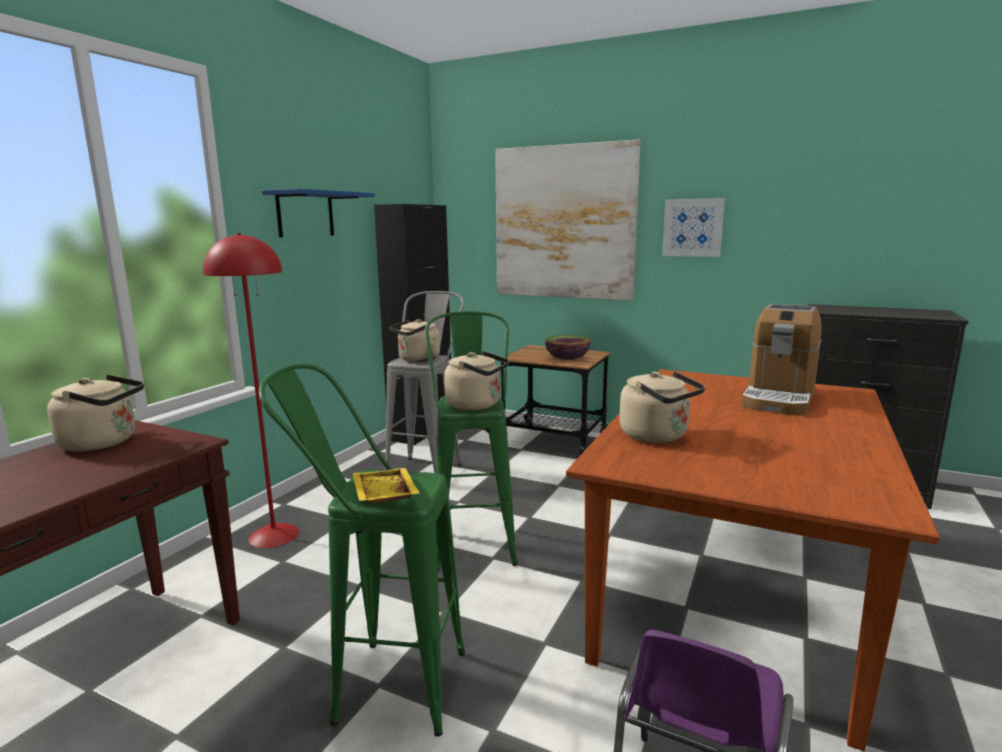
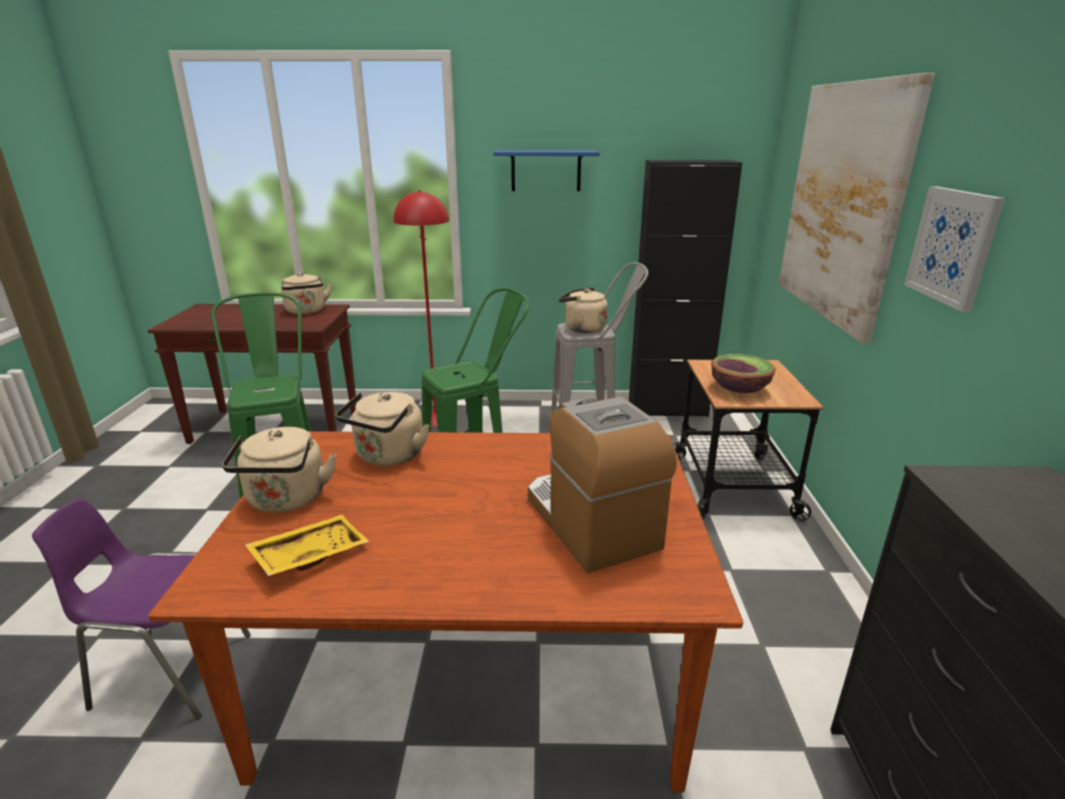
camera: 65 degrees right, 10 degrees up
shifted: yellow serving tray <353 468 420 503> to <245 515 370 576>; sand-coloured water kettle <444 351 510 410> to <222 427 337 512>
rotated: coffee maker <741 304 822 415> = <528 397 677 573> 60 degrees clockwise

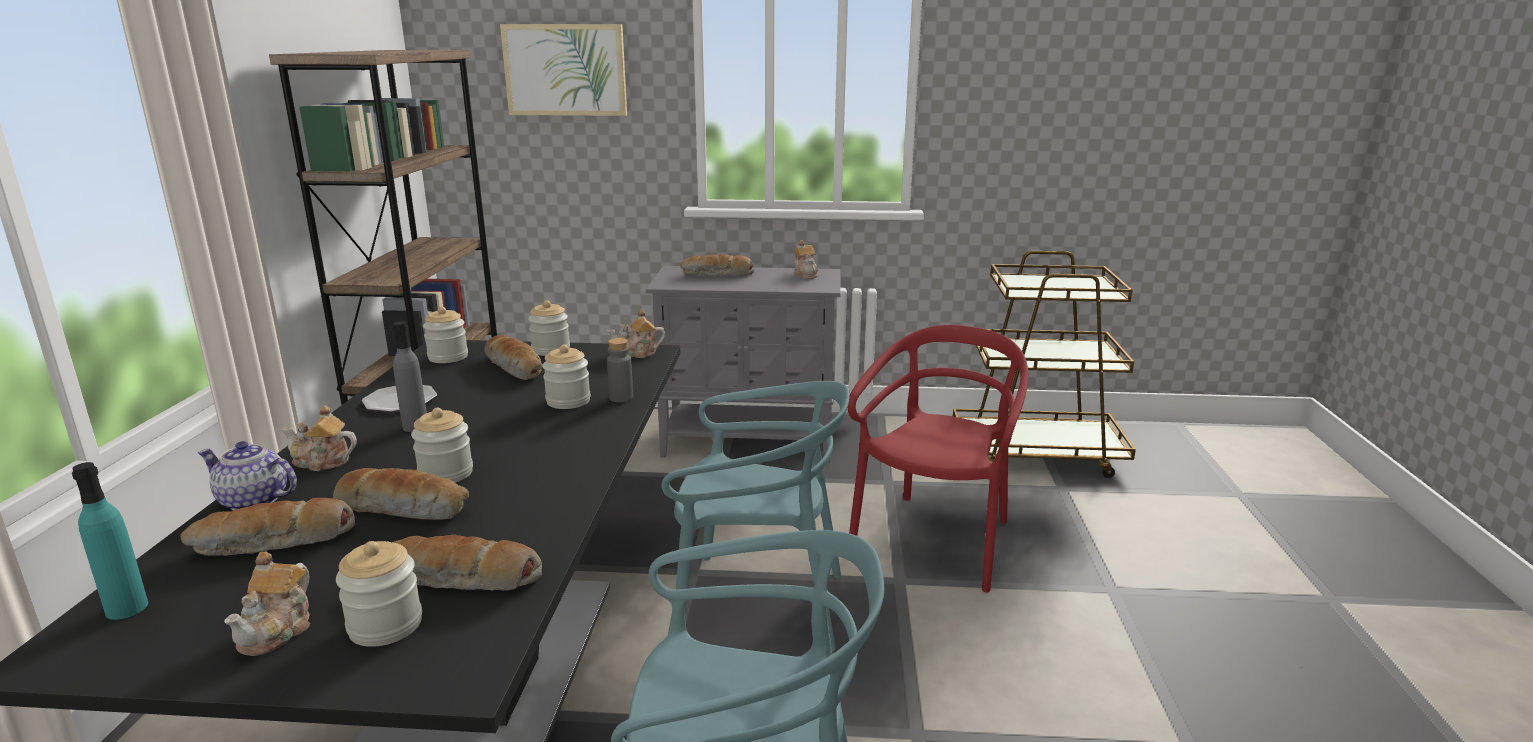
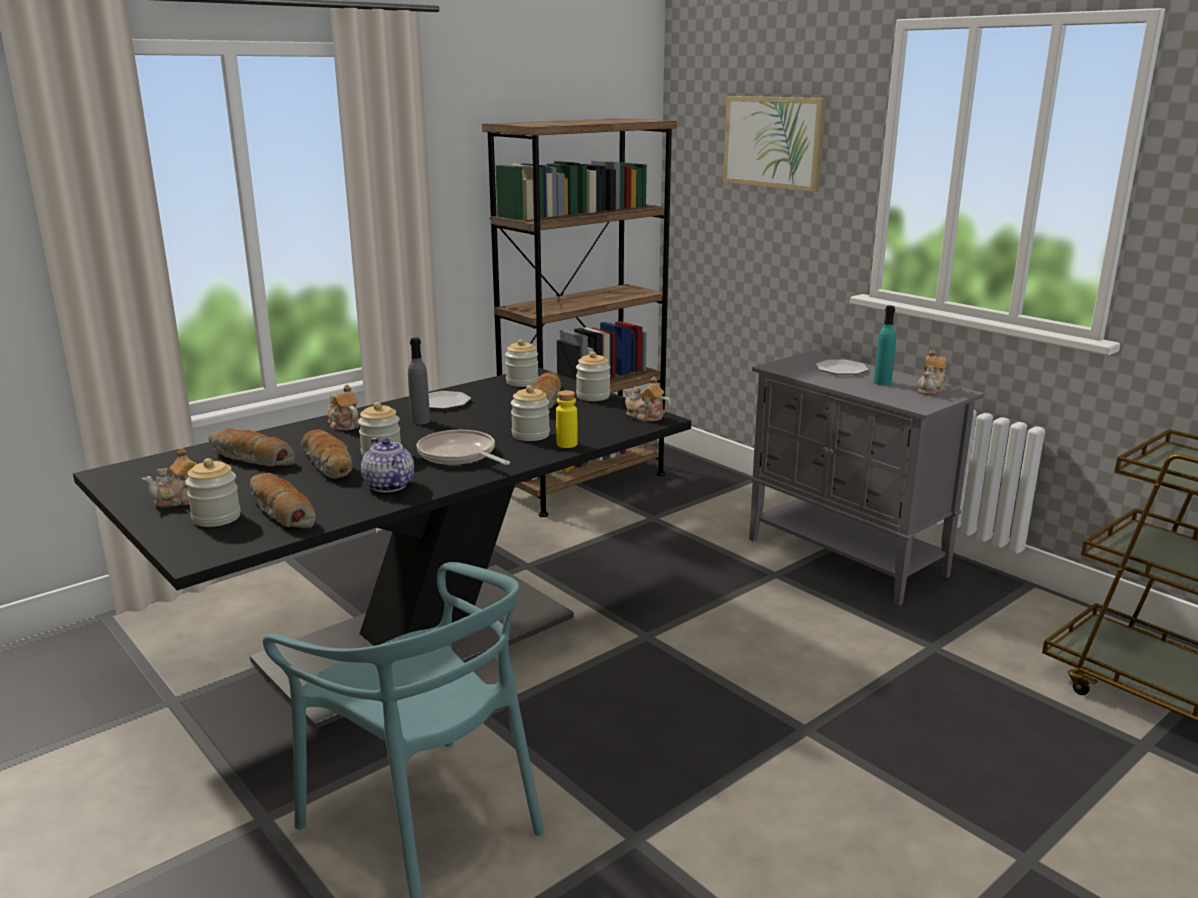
camera: 45 degrees right, 0 degrees up
gone: turquoise-coloured plain chair <662 381 850 651>; red plain chair <848 325 1028 593>
new: skillet <416 430 510 465>
shifted: turquoise-coloured bottle <72 462 148 620> to <874 305 896 385>; teapot <197 441 297 510> to <361 438 414 492>
swapped: baked bread <680 254 754 276> to plate <816 360 868 375>
repainted: gray bottle <607 338 633 402> to yellow bottle <556 390 578 448>

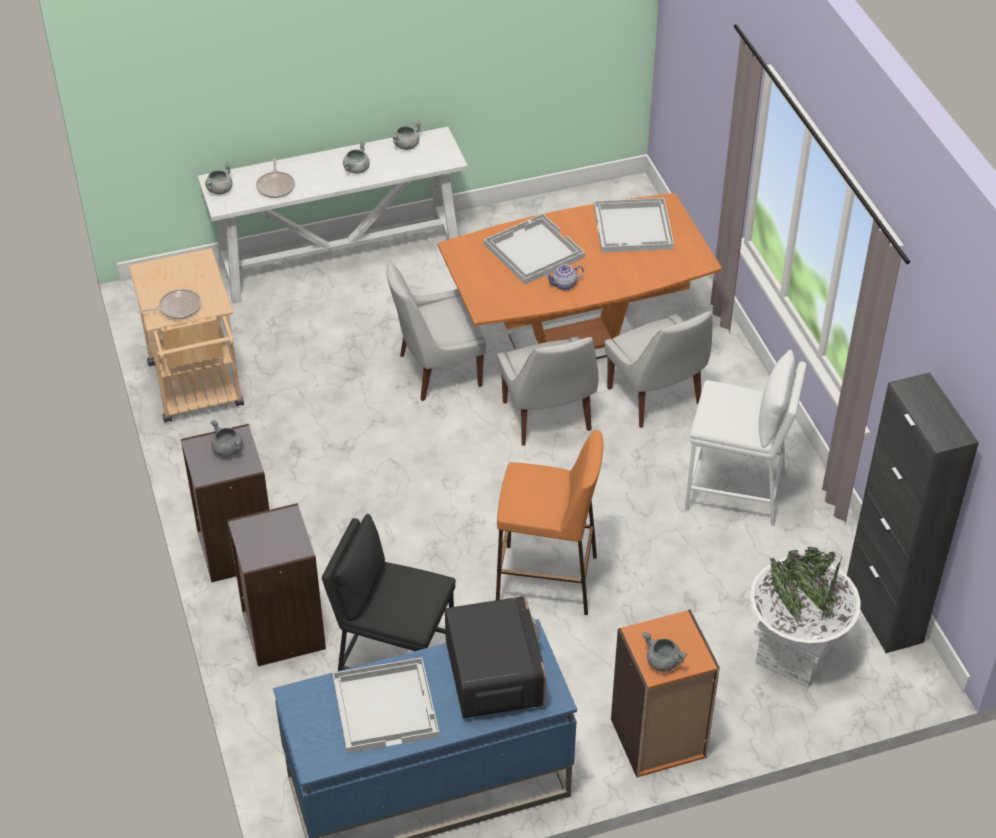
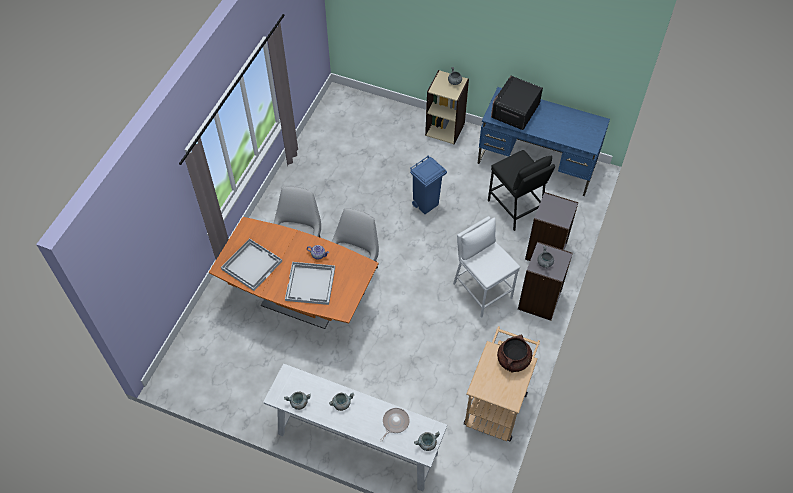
camera: 140 degrees left, 10 degrees up
gone: white-coloured serving tray <333 657 439 753>; white-coloured plain chair <386 262 486 401>; white-coloured planter <750 547 861 689>; black-coloured cabinet <847 372 979 653>
shifted: white-coloured sitting stool <685 350 807 526> to <453 216 520 318>
swapped: skillet <138 289 201 319> to brownish cooking pot <497 335 532 372>; orange-coloured sitting stool <496 430 604 615> to blue-coloured trash can <410 156 447 214>
repainted: orange-coloured bookshelf <611 609 720 778> to sand-coloured bookshelf <425 70 469 145>

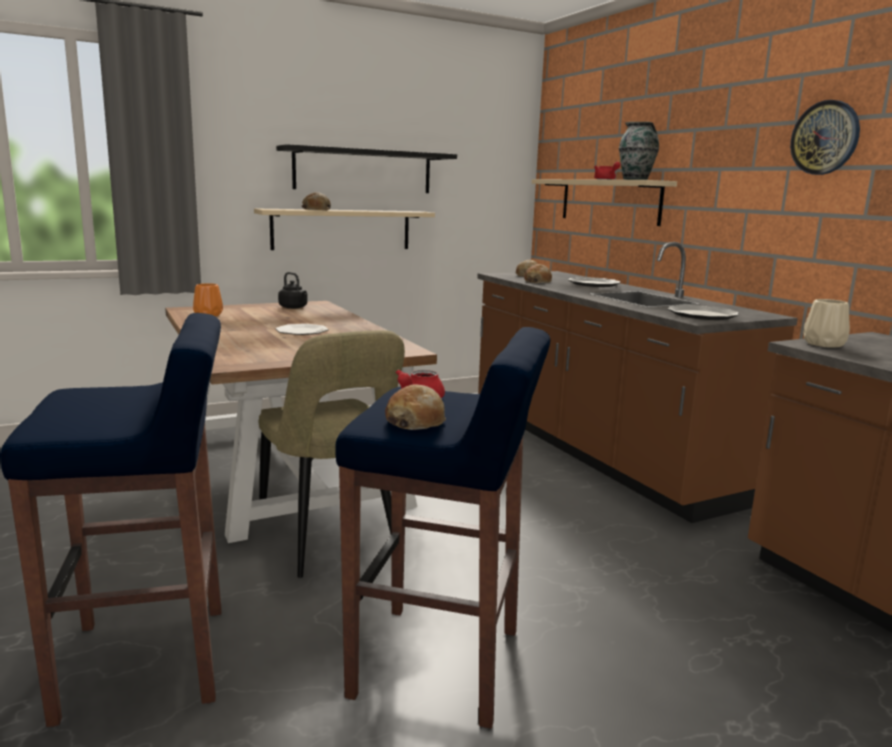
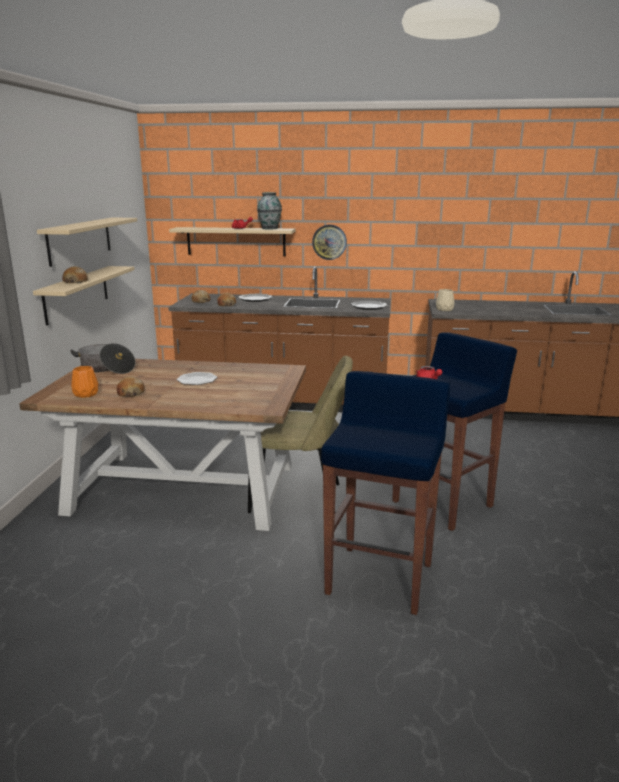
camera: 55 degrees left, 5 degrees up
shifted: baked bread <385 385 446 430> to <117 376 145 397>; clock on the wall <790 100 860 175> to <312 225 347 260>
swapped: black-coloured water kettle <278 272 308 309> to cooking pot <70 343 136 374>
repainted: black-coloured bracket shelf <276 144 457 193> to sand-coloured bracket shelf <37 218 137 267>

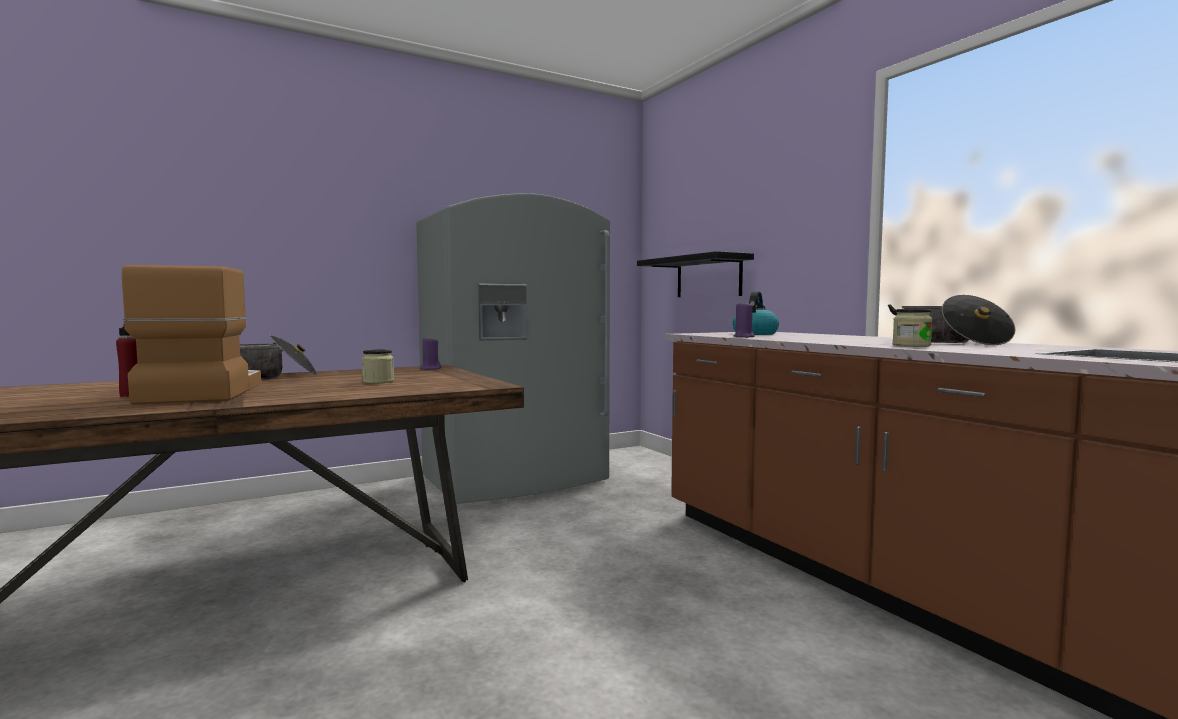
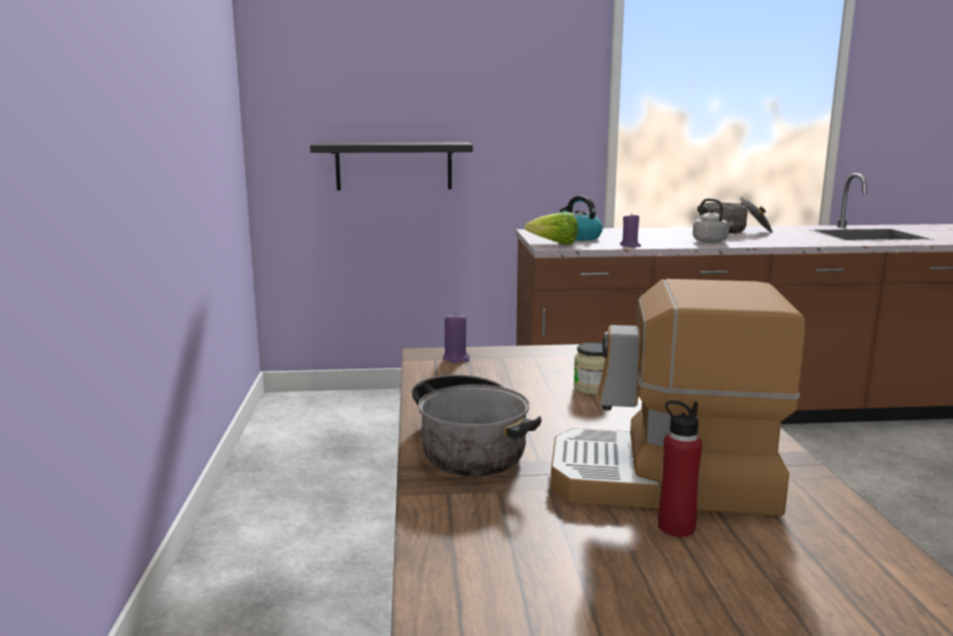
camera: 65 degrees left, 10 degrees up
gone: gray fridge <416 193 610 504>; storage jar <892 309 933 347>
new: head of lettuce <525 212 578 245>; gray water kettle <693 198 733 243>

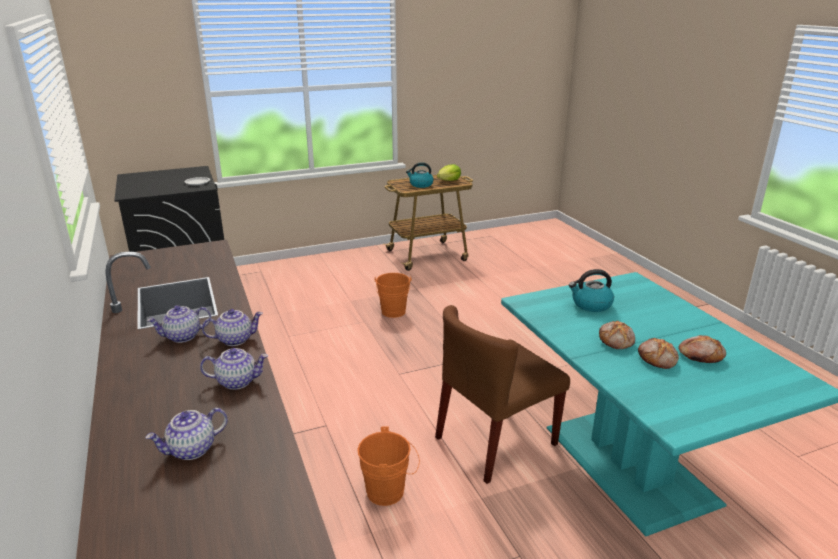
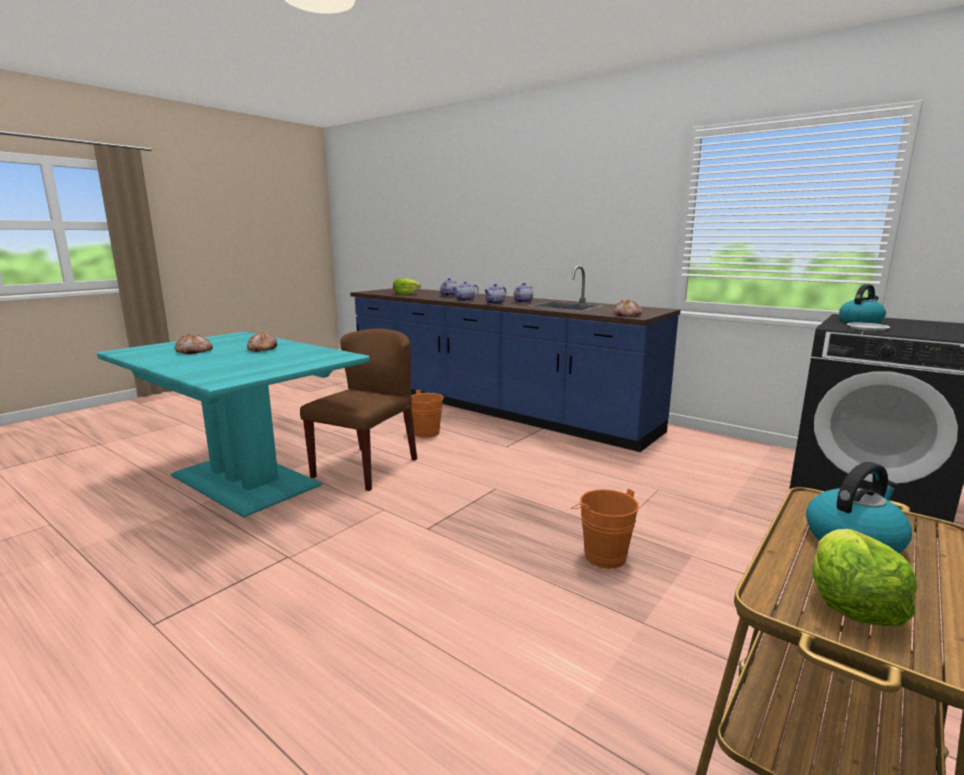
camera: 150 degrees right, 10 degrees down
new: head of lettuce <393 278 421 295>
shifted: water kettle <569 269 614 312> to <839 284 886 324>; baked bread <638 338 679 369> to <614 300 643 317>

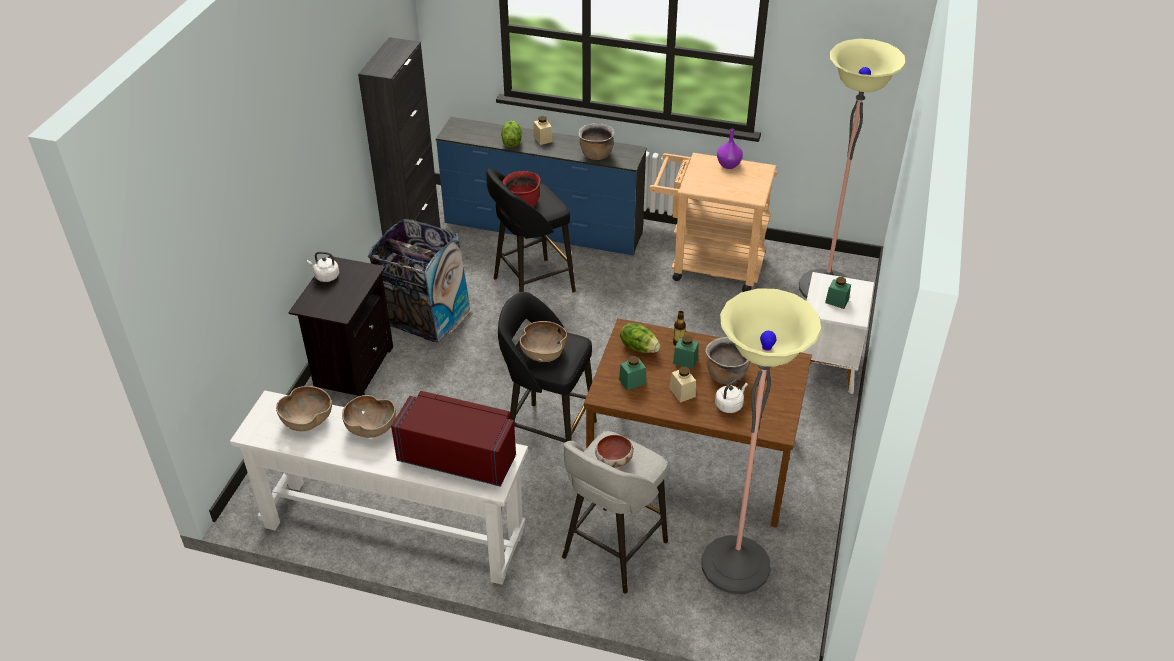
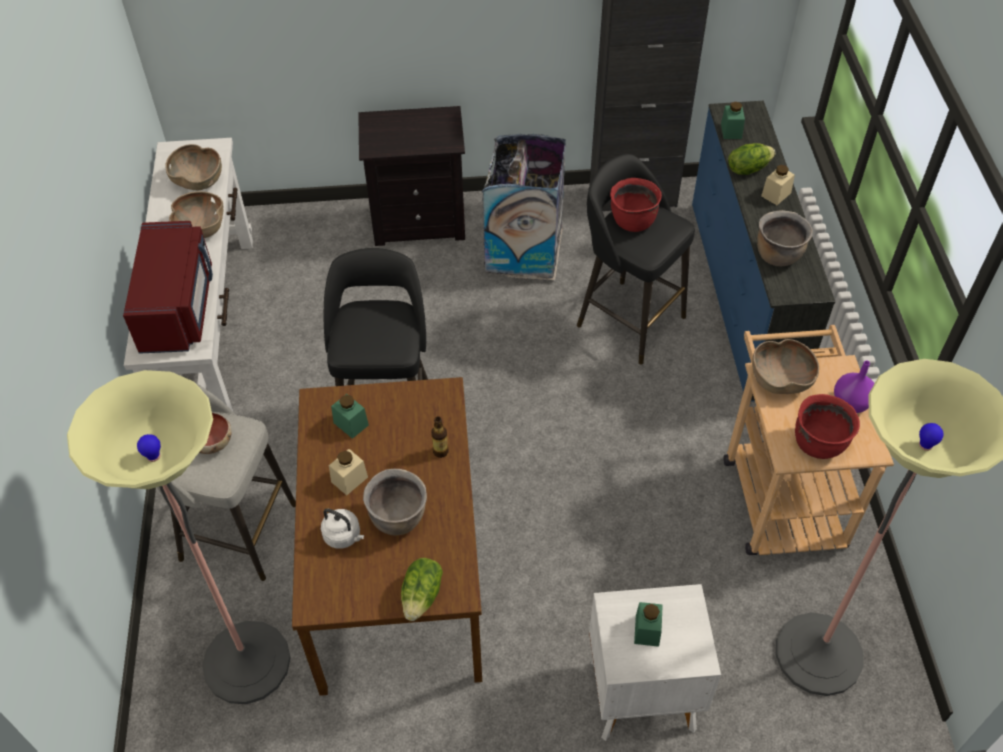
camera: 70 degrees right, 10 degrees up
gone: white-coloured water kettle <307 252 339 282>
new: red cooking pot <795 394 860 459>
shifted: brownish bowl <520 321 567 362> to <752 339 819 394>; head of lettuce <620 323 661 353> to <401 558 443 621>; green-coloured storage jar <673 335 699 369> to <721 102 745 139>

